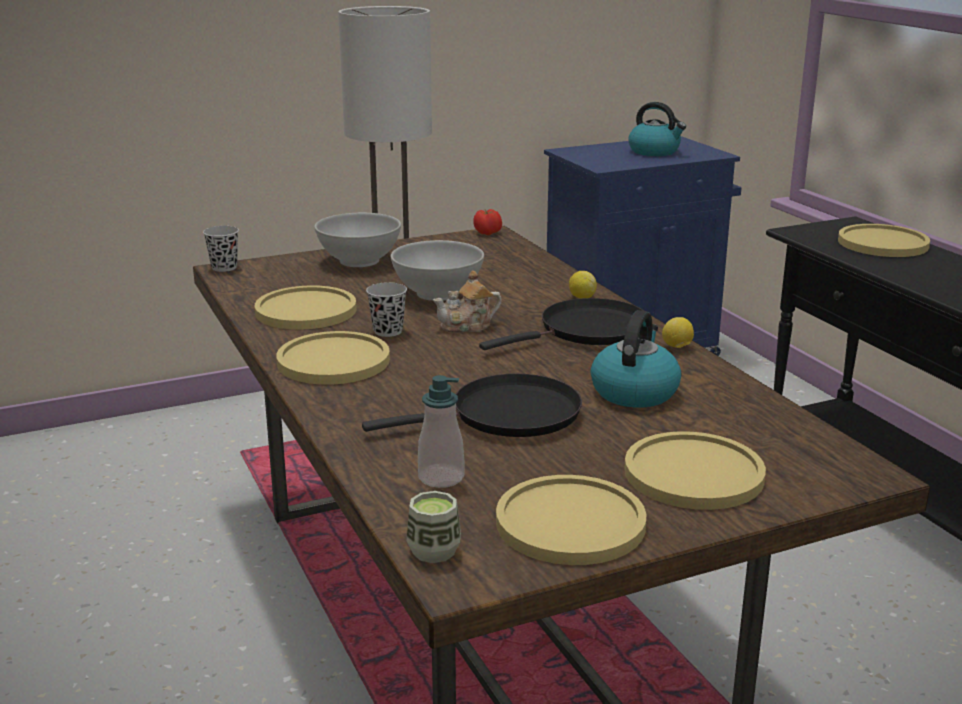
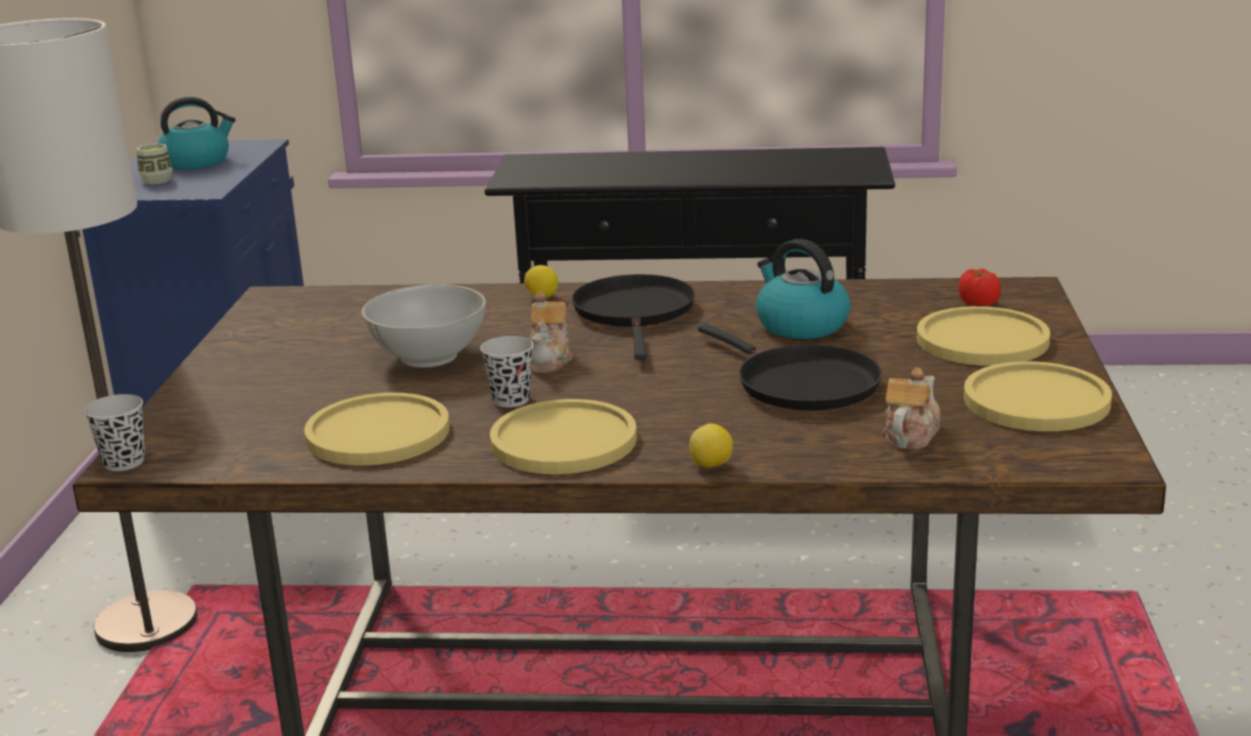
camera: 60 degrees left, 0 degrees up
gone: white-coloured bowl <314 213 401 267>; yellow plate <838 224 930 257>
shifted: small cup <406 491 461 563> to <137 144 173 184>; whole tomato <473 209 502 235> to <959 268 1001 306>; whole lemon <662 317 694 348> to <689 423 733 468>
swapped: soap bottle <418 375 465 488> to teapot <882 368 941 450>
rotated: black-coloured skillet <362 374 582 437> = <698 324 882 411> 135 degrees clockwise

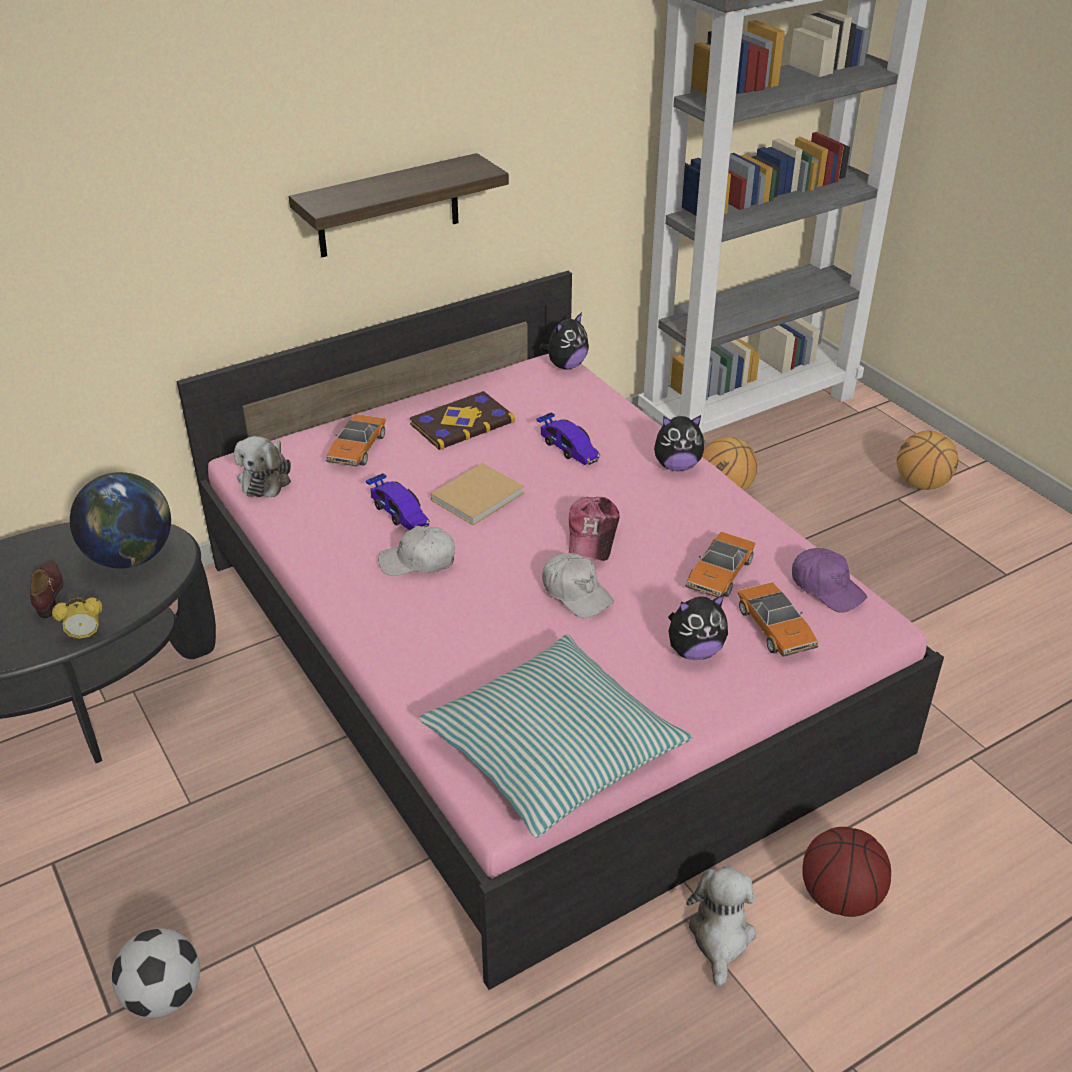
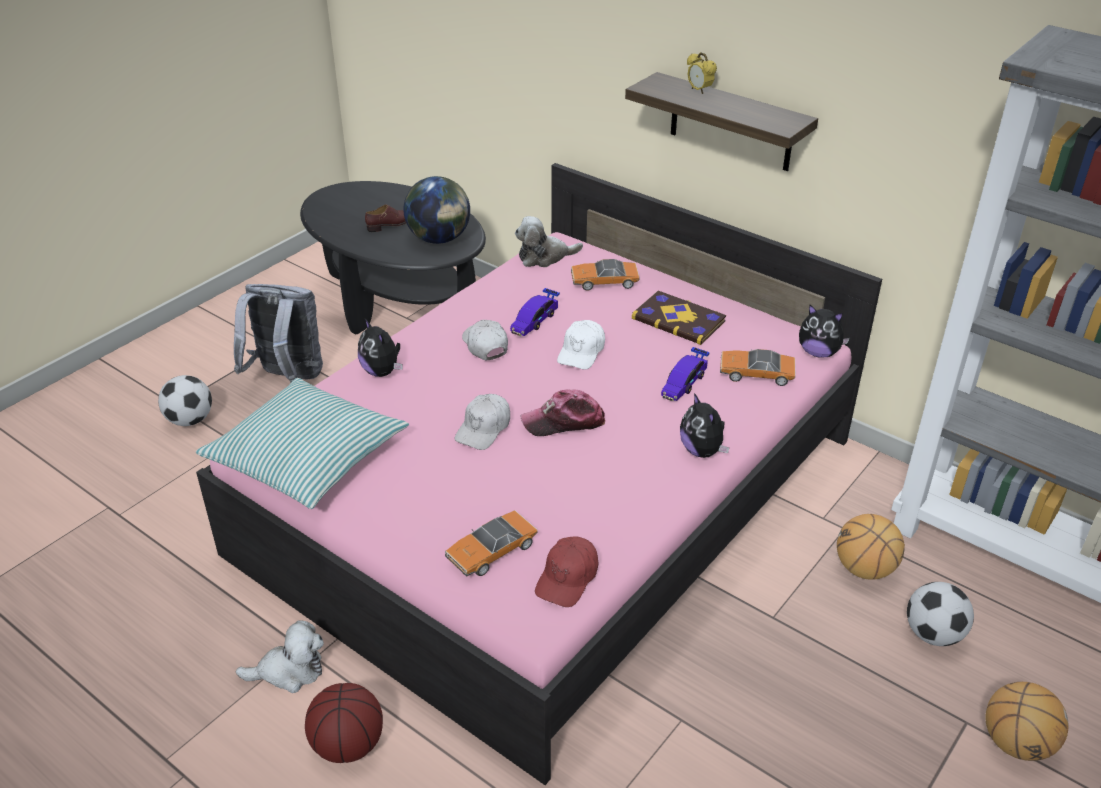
camera: 70 degrees right, 0 degrees up
new: gray backpack <234 284 323 383>; ball for football <907 582 974 646>
shifted: table clock <52 597 102 641> to <687 52 717 94>; cuddly toy <668 594 728 660> to <358 319 403 377>; miniature car <686 532 756 598> to <720 349 795 386>
swapped: sand-coloured book <431 463 525 525> to white-coloured baseball cap <557 320 605 370>
repainted: purple baseball cap <792 548 867 613> to red baseball cap <535 536 599 607>

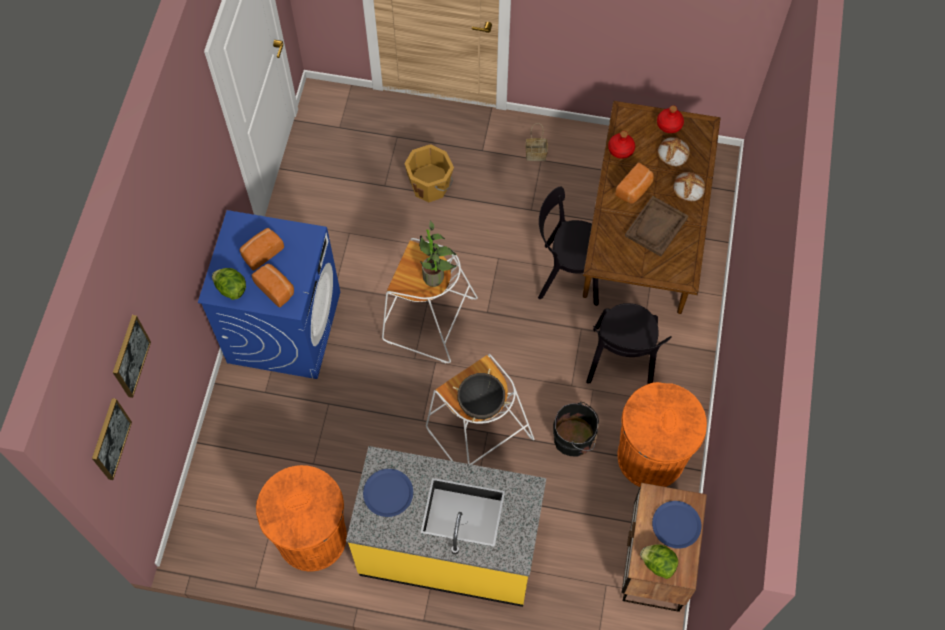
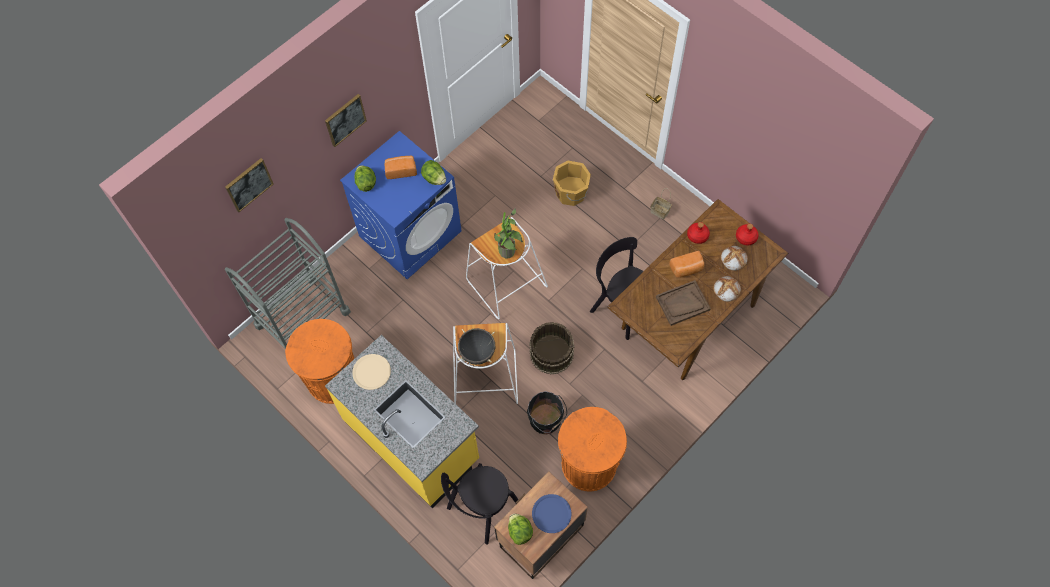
camera: 35 degrees right, 0 degrees up
gone: baked bread <252 264 294 308>
new: gray wheeled cart <225 218 351 349>; head of lettuce <421 160 446 185>; brownish pail <529 322 575 375>
shifted: wall picture <92 398 132 480> to <325 94 367 147>; black-coloured plain chair <586 303 672 384> to <441 463 518 545>
repainted: blue-coloured plate <363 469 413 517> to sand-coloured plate <352 354 391 390>

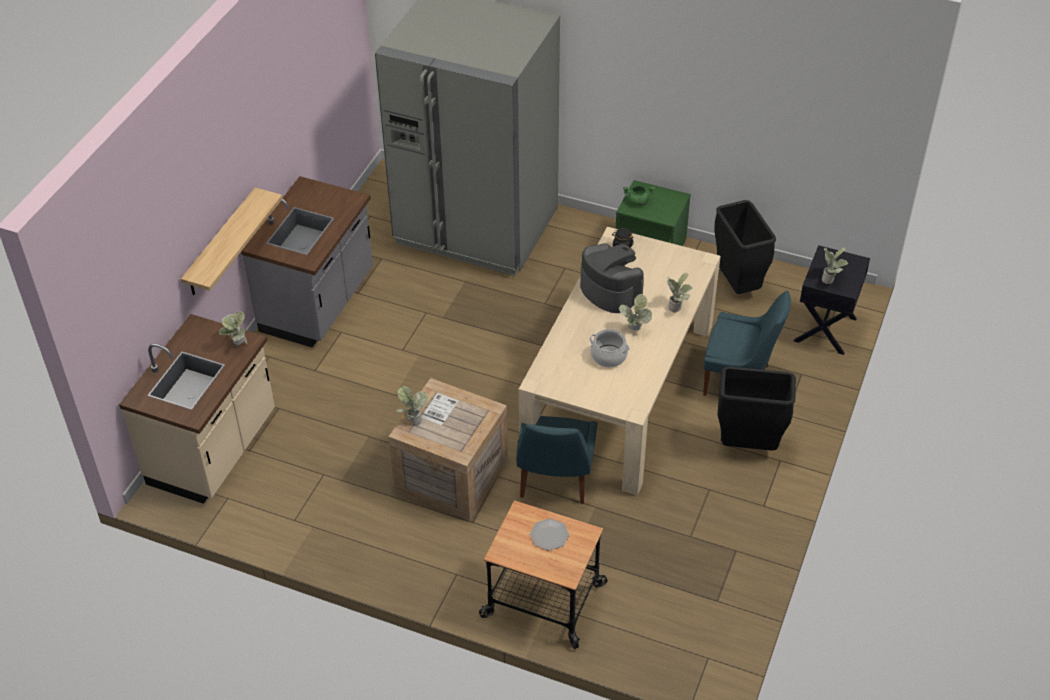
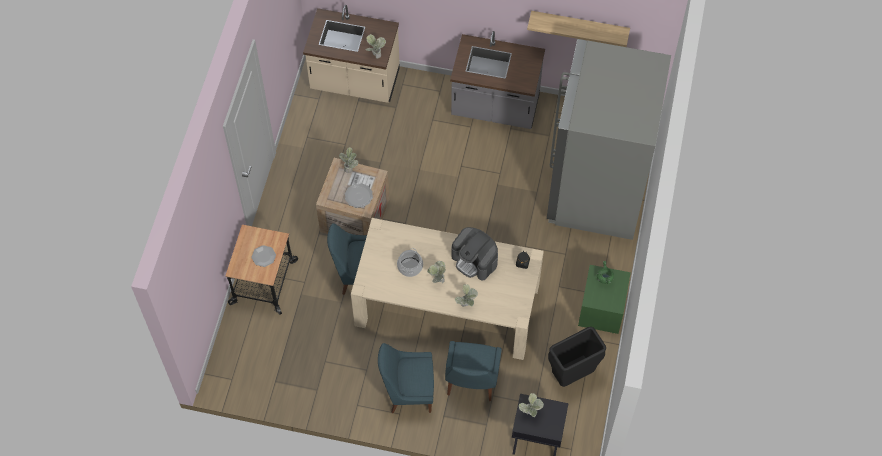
camera: 80 degrees right, 15 degrees up
new: plate <345 183 373 208>
shifted: bracket shelf <180 188 283 295> to <527 11 630 47>
swapped: black-coloured trash can <717 366 796 451> to blue-coloured plain chair <378 343 434 413>
rotated: coffee maker <580 243 644 313> = <451 227 498 280> 90 degrees clockwise

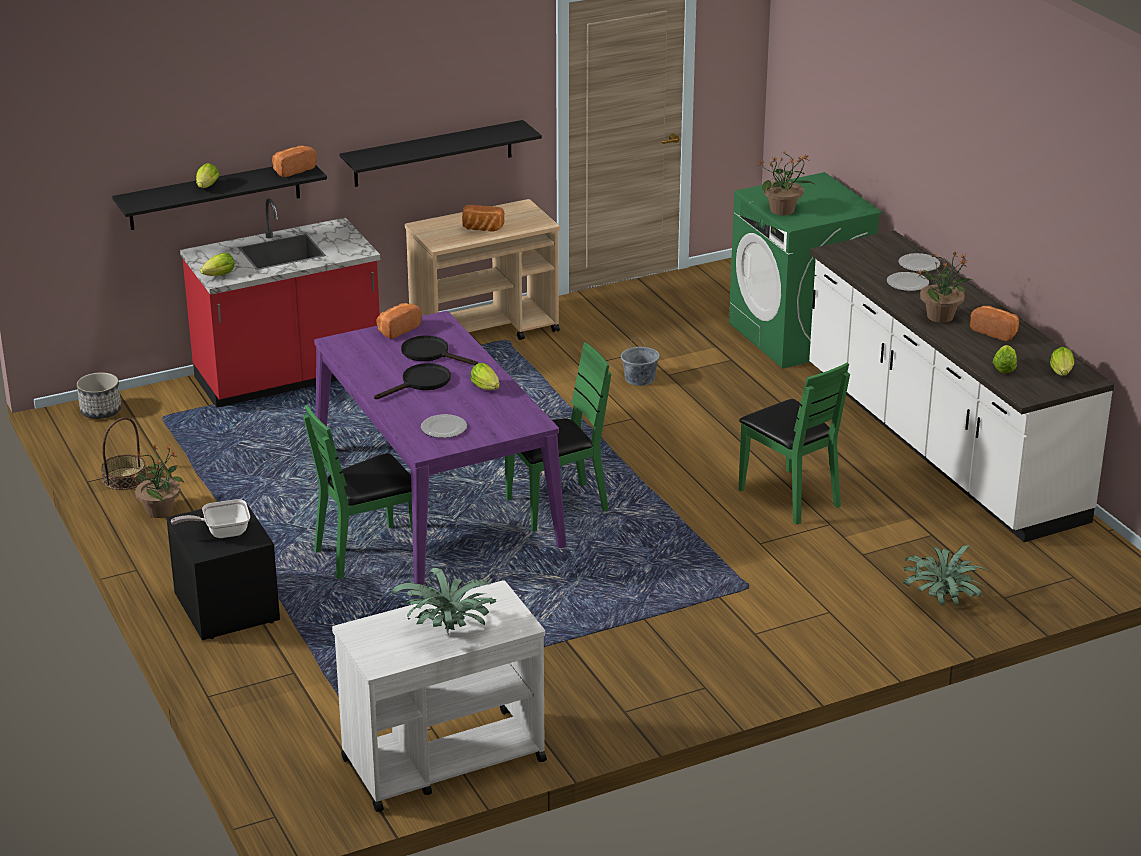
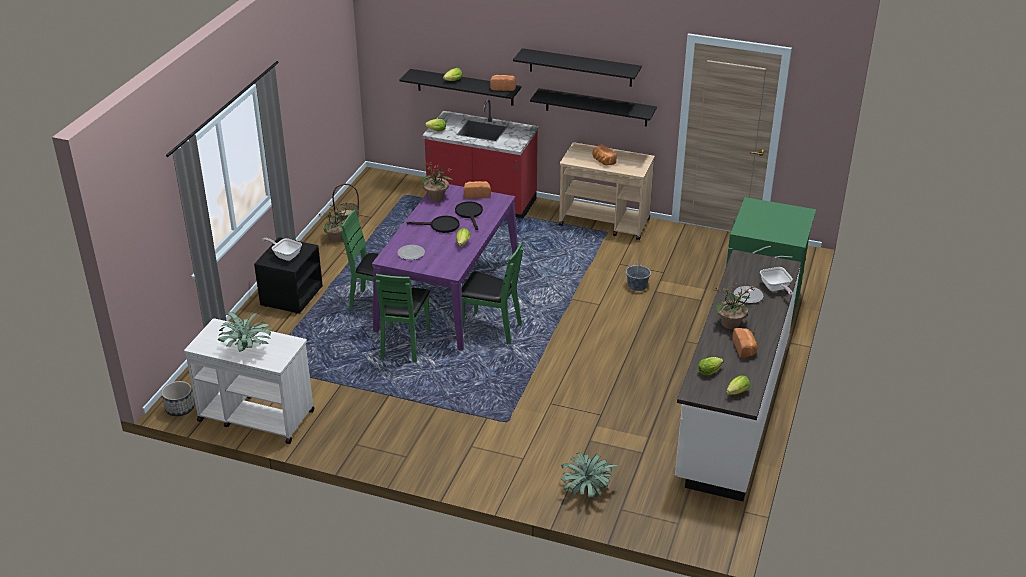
camera: 45 degrees right, 5 degrees up
new: black-coloured bracket shelf <513 48 642 87>
shifted: planter <77 372 121 419> to <161 381 195 416>; green-coloured plain chair <739 362 850 525> to <376 274 430 363>; potted plant <757 151 814 215> to <420 162 453 201>
swapped: plate <899 253 940 272> to skillet <760 267 793 296>

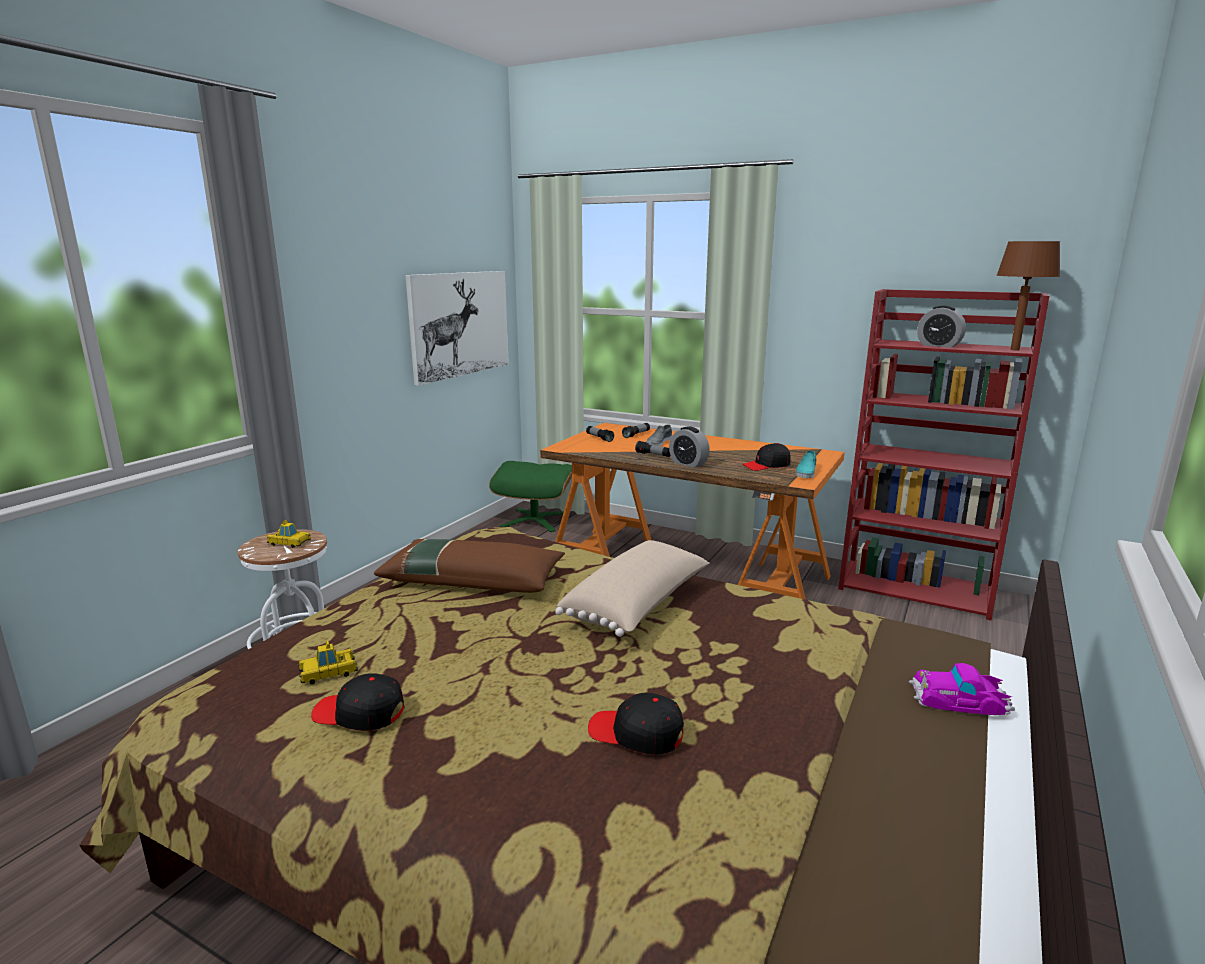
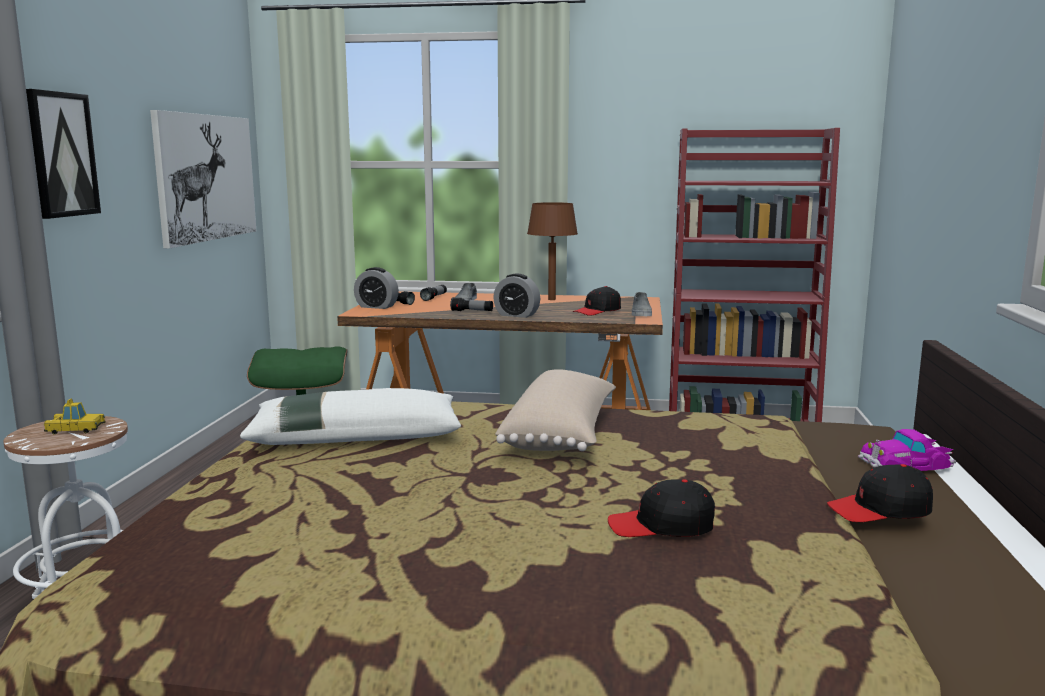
camera: 20 degrees left, 5 degrees down
gone: miniature car <298 641 358 685>
new: wall picture <26 89 101 219>
shifted: black-coloured baseball cap <311 673 404 731> to <827 464 933 522>; table clock <917 306 966 348> to <354 267 399 309>; brownish lamp for a table <997 241 1060 350> to <527 202 578 300>
repainted: brownish cushion <374 539 565 593> to white-coloured cushion <240 388 461 445>; turquoise-coloured low shoe <796 450 816 478> to gray low shoe <632 292 652 316>

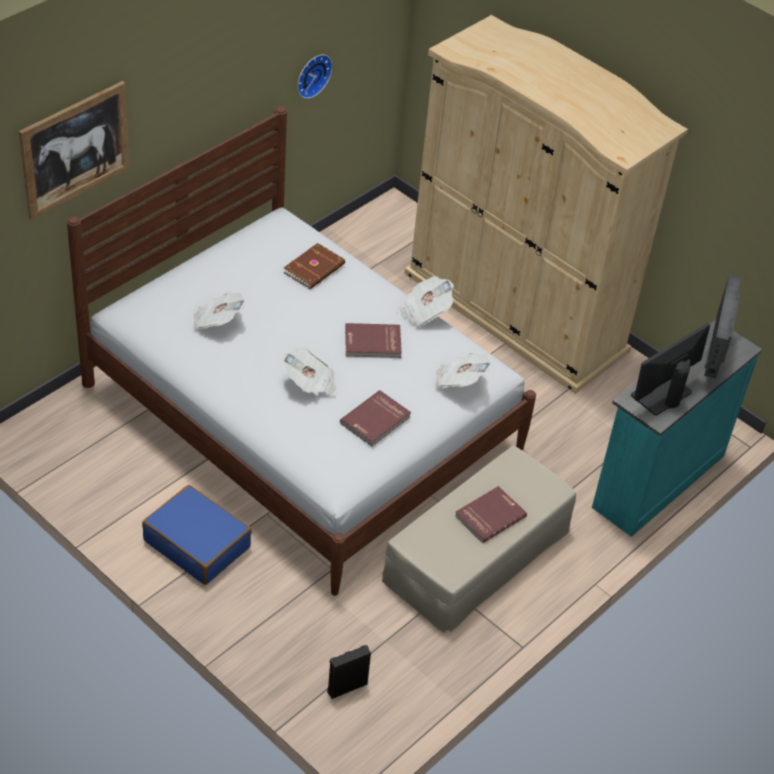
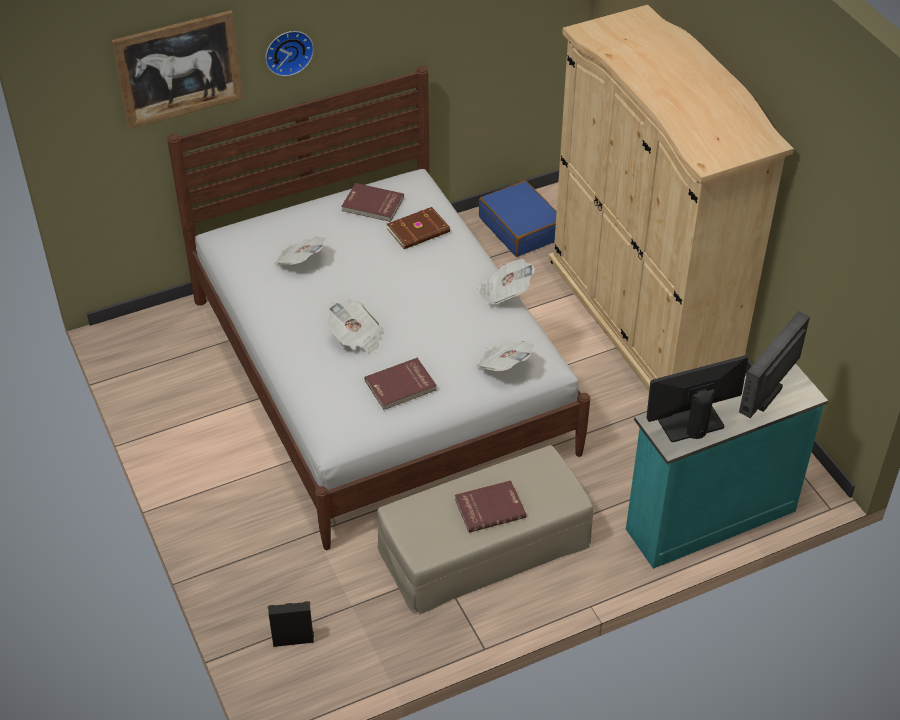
camera: 25 degrees right, 0 degrees up
shifted: blue-coloured piece of luggage <142 485 252 585> to <479 181 557 257>; clock on the wall <297 54 332 99> to <265 31 314 76>; red book <345 323 402 358> to <341 183 404 222>

